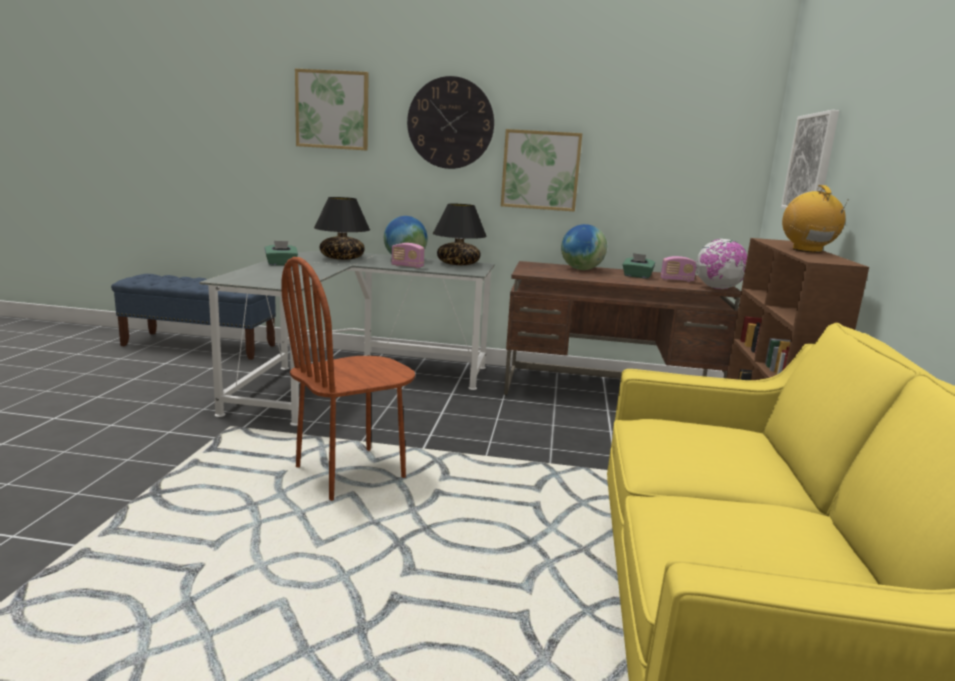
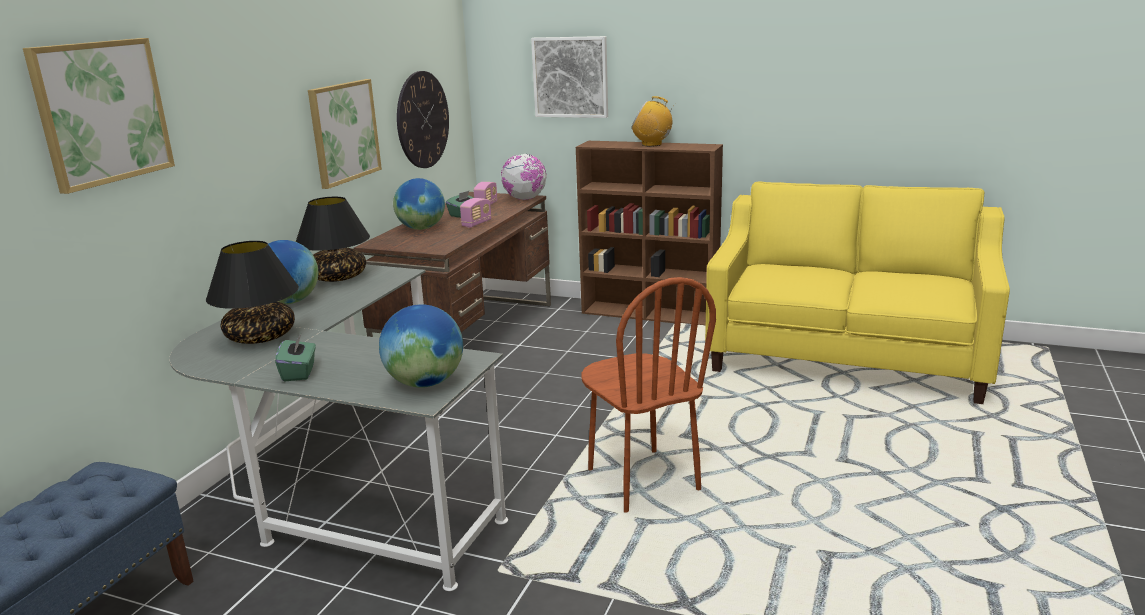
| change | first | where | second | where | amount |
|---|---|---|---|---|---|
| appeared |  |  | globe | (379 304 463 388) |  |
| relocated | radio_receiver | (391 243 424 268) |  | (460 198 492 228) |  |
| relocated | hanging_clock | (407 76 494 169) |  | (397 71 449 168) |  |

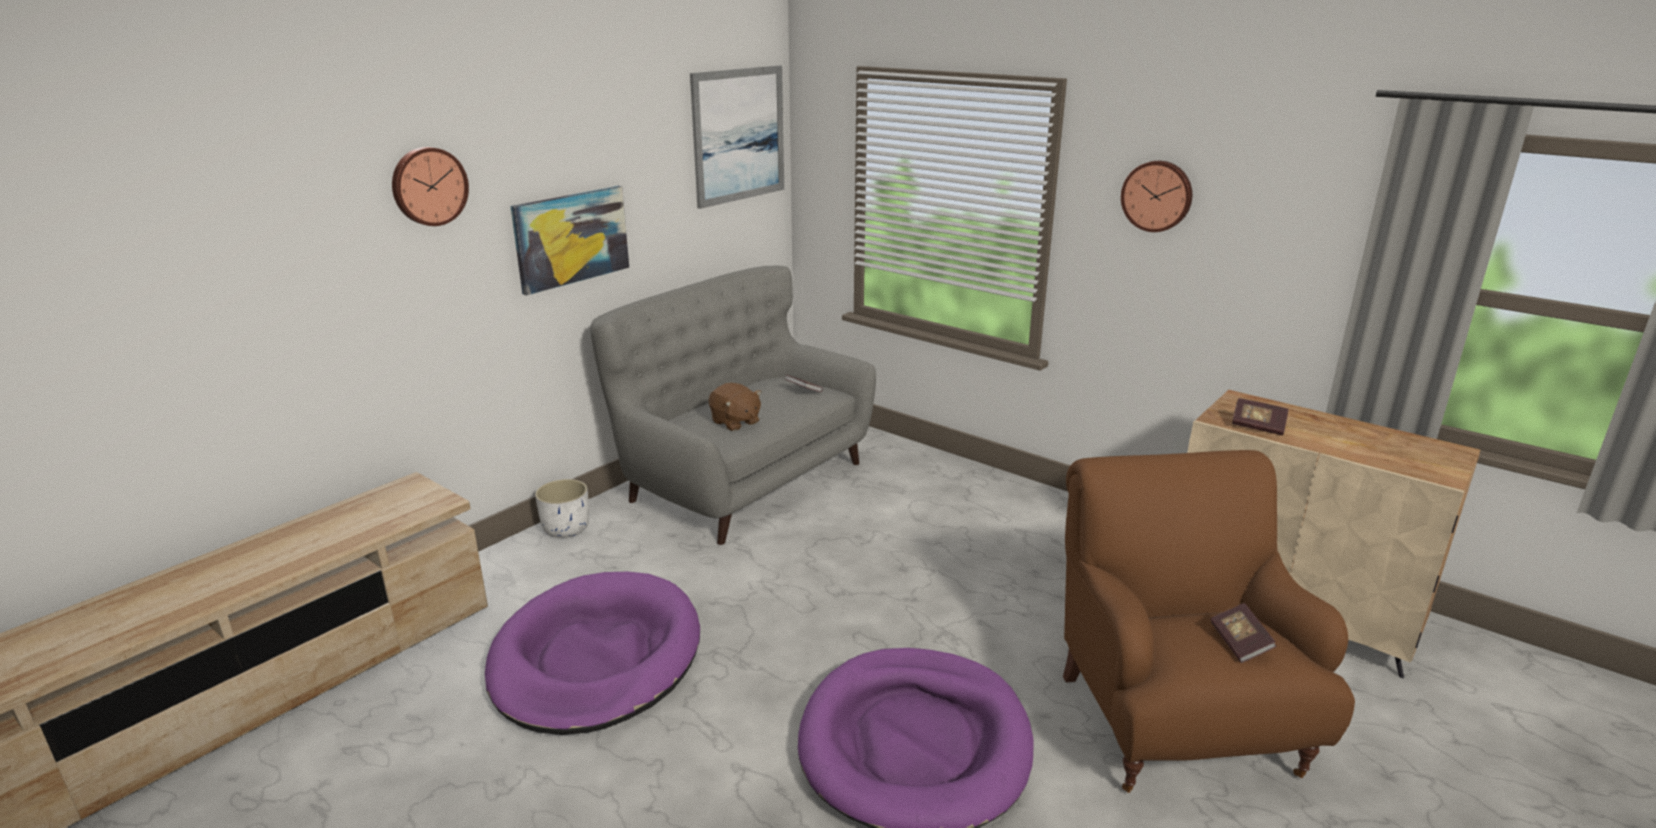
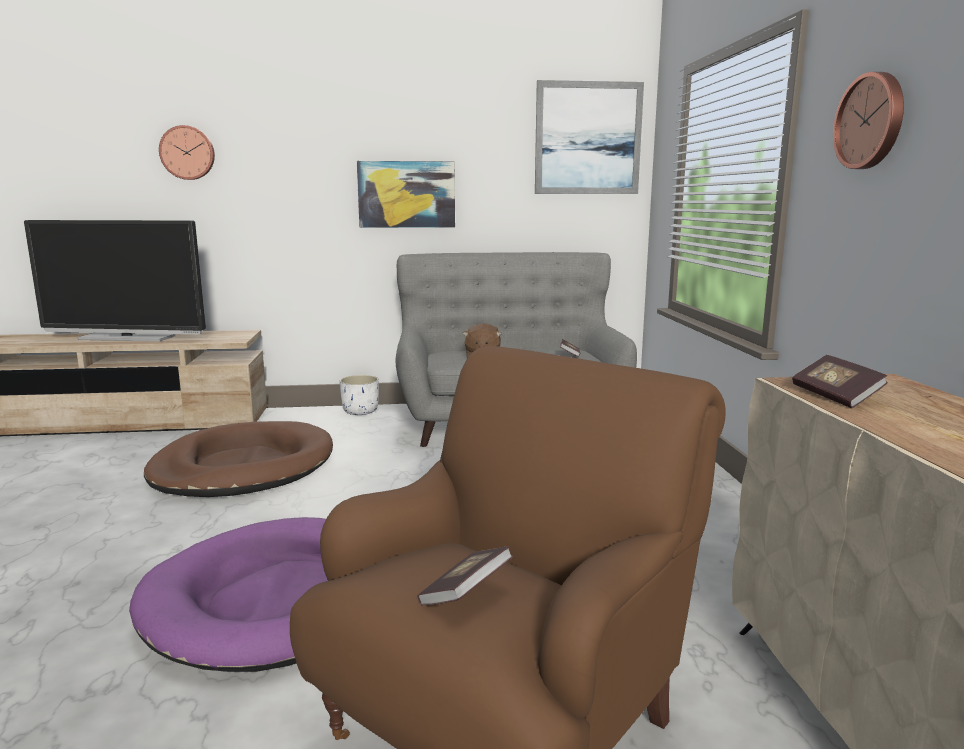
| change | first | where | second | where | amount |
|---|---|---|---|---|---|
| appeared |  |  | television | (24 220 206 342) |  |
| relocated | hanging_clock | (392 147 469 226) |  | (159 125 215 180) |  |
| colour | purple_pet_bed | (485 572 700 735) | brown-coloured_pet_bed | (144 421 333 497) |  |

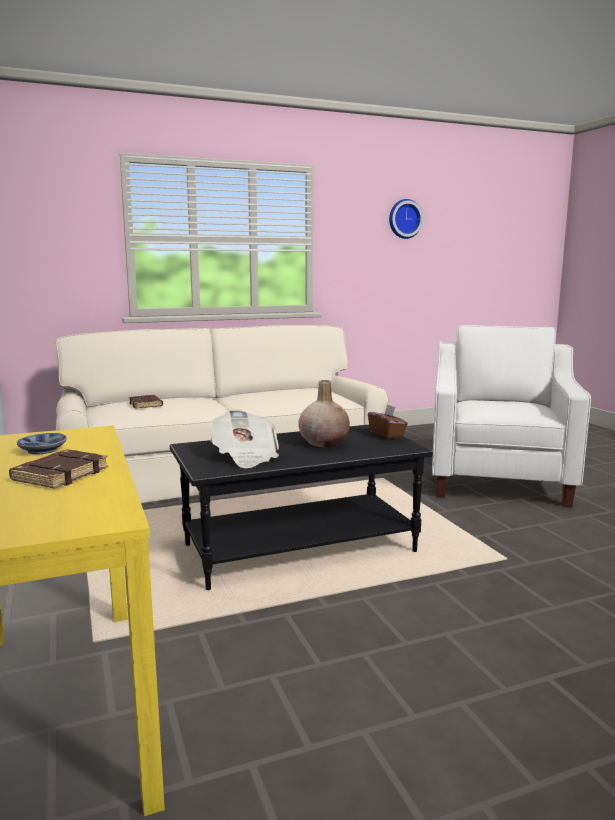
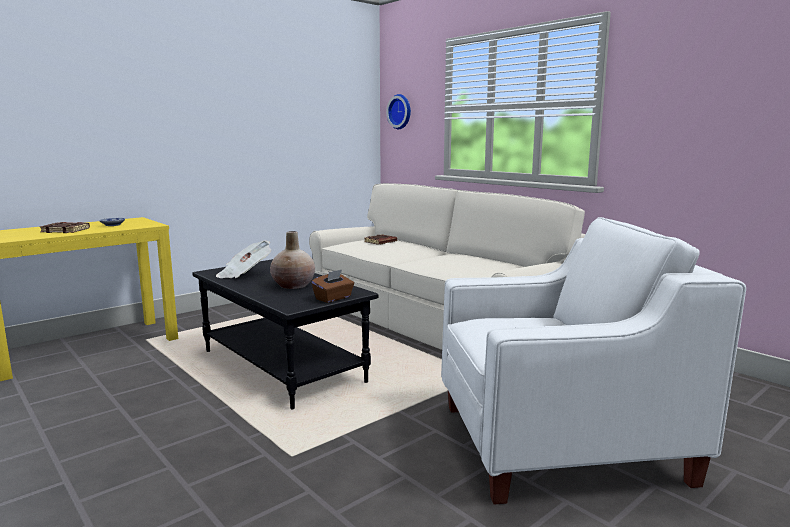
| change | first | where | second | where | amount |
|---|---|---|---|---|---|
| relocated | hanging_clock | (389 199 423 239) |  | (386 94 411 129) |  |

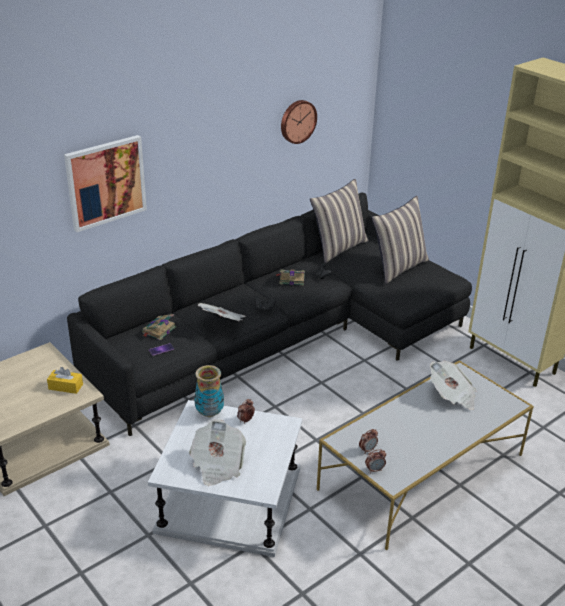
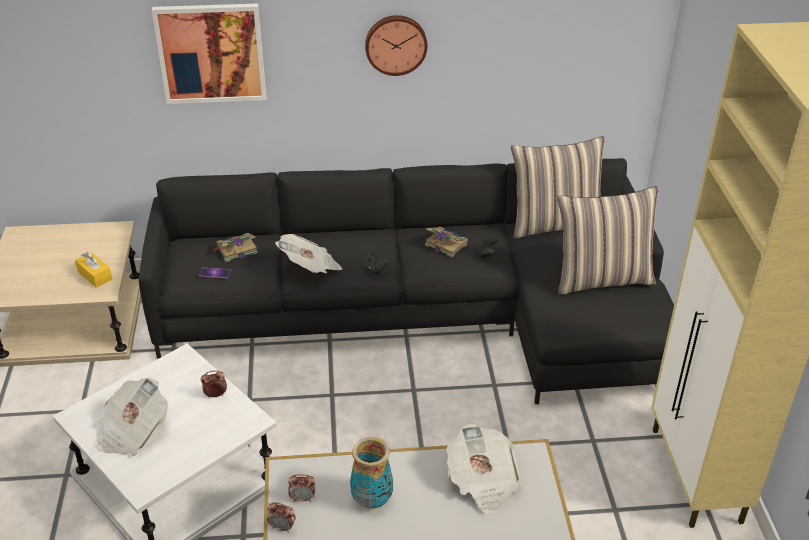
| change | first | where | second | where | amount |
|---|---|---|---|---|---|
| relocated | vase | (194 365 224 417) |  | (350 437 393 509) |  |
| relocated | hanging_clock | (281 100 317 144) |  | (365 15 427 76) |  |

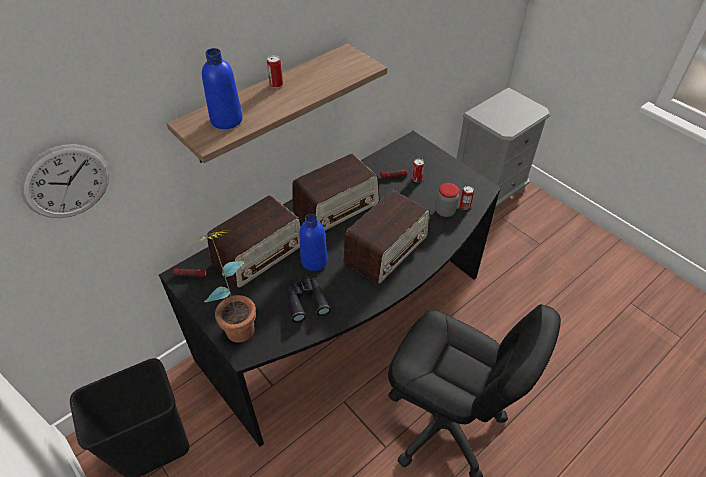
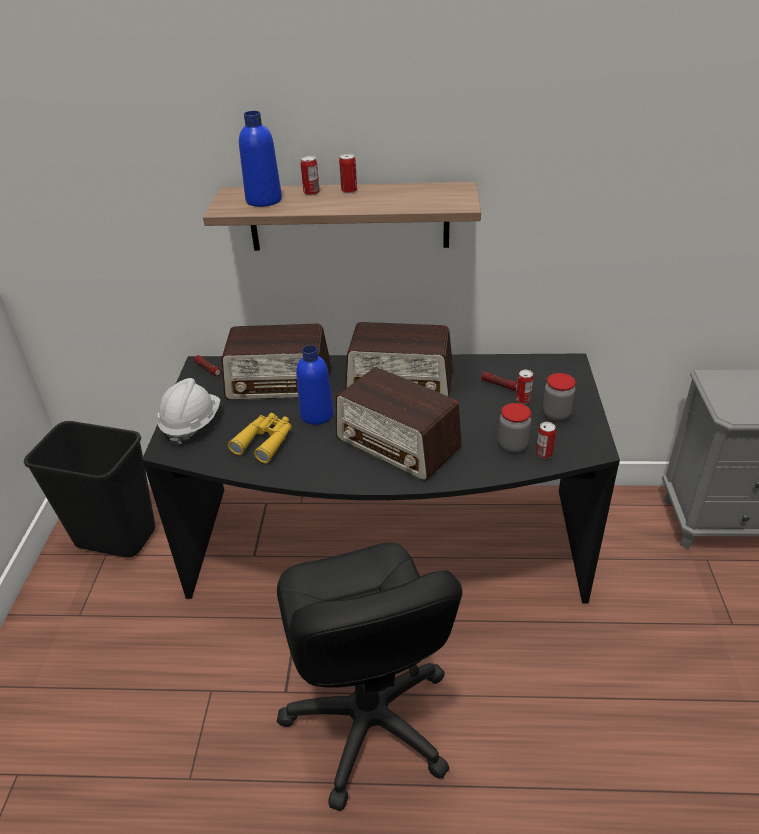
| change | first | where | second | where | amount |
|---|---|---|---|---|---|
| missing | hanging_clock | (20 144 110 218) |  |  |  |
| appeared |  |  | metal_can | (301 156 320 195) |  |
| appeared |  |  | storage_jar | (543 373 576 421) |  |
| exchanged | houseplant | (193 230 256 343) | white-coloured_hard_hat | (158 378 220 445) |  |
| colour | black_binoculars | (286 275 331 323) | yellow_binoculars | (228 413 292 463) |  |
| spun | radio_receiver | (343 190 430 285) |  | (336 367 462 481) | 45 degrees clockwise |

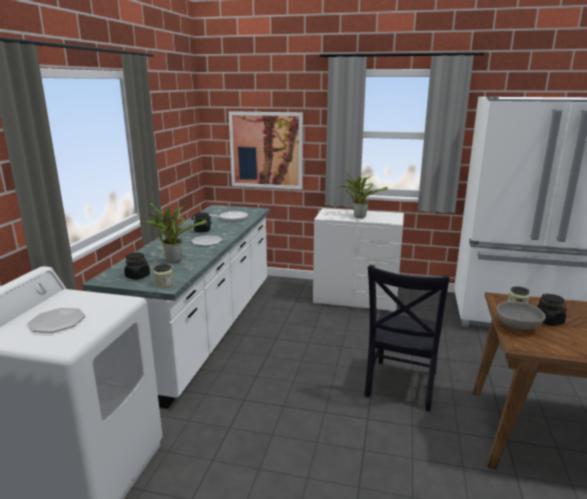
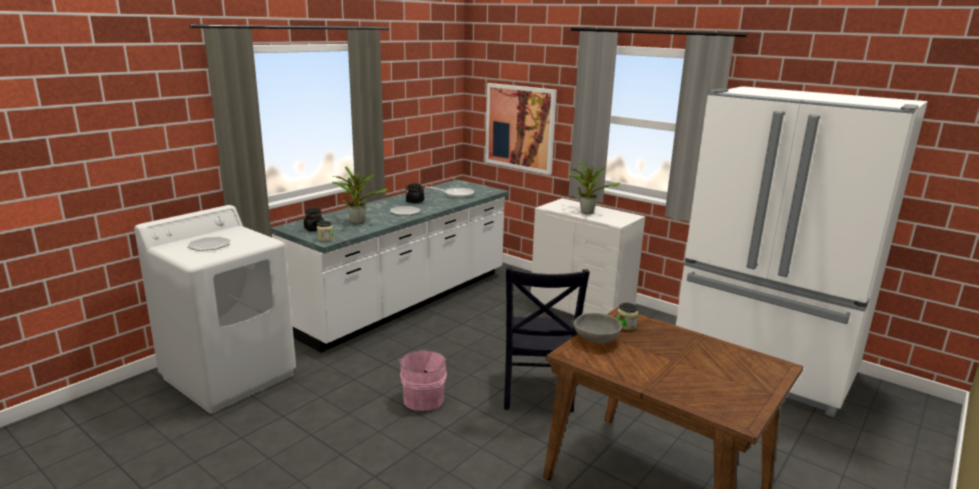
| change | first | where | second | where | amount |
|---|---|---|---|---|---|
| missing | black_storage_jar | (537 294 567 326) |  |  |  |
| appeared |  |  | pink-coloured_bucket | (398 350 449 411) |  |
| spun | black_upright_chair | (364 265 450 411) |  | (504 267 590 412) | 45 degrees counterclockwise |

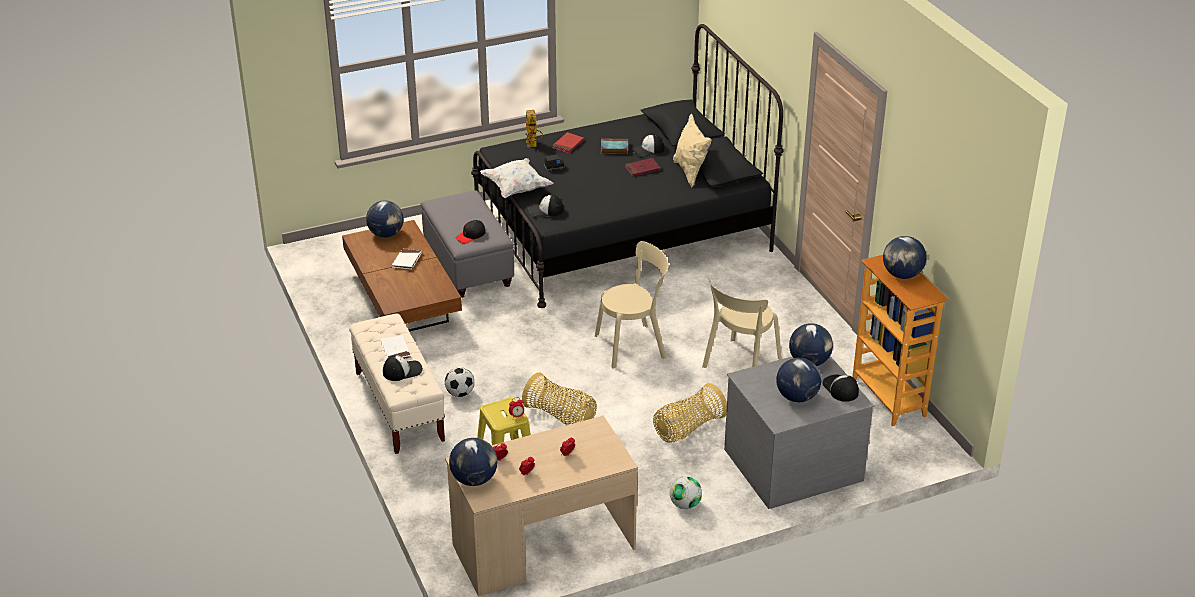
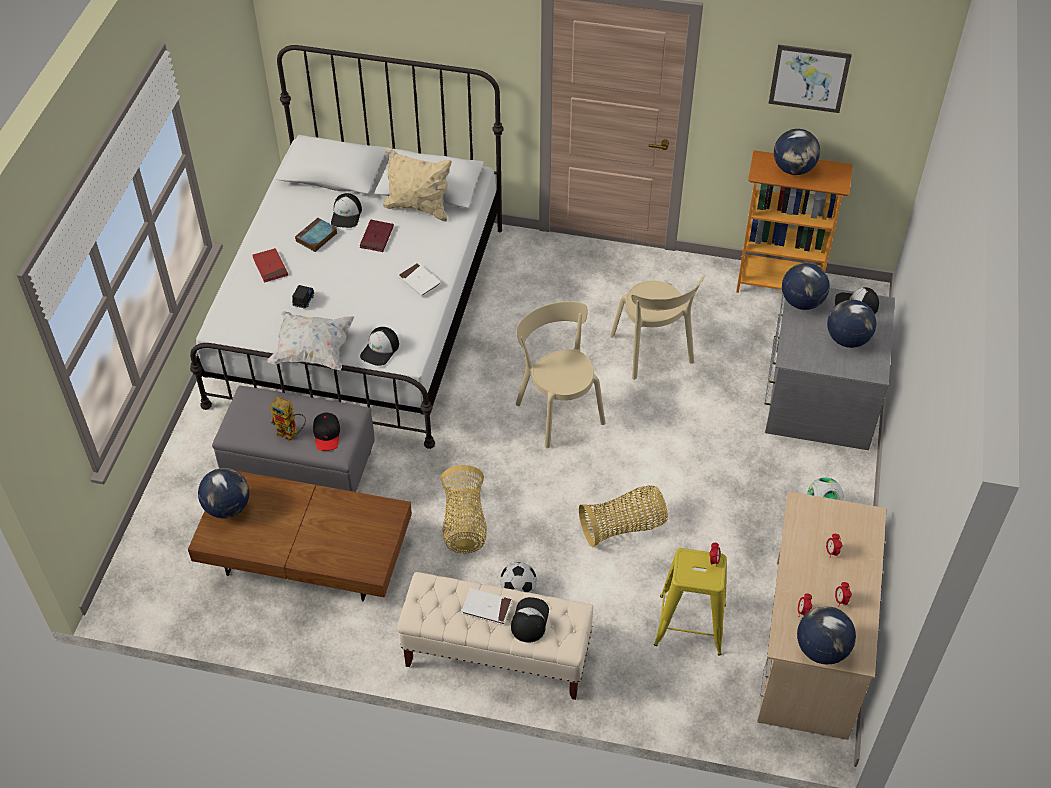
| change | first | where | second | where | amount |
|---|---|---|---|---|---|
| appeared |  |  | wall_picture | (769 44 852 113) |  |
| relocated | white-coloured_bound_book | (392 249 422 270) |  | (398 263 441 297) |  |
| relocated | robot_figure | (525 110 543 147) |  | (270 396 306 441) |  |
| relocated | storage_basket | (653 383 727 443) |  | (440 465 487 553) |  |
| colour | black_bed | (471 24 783 308) | white-coloured_bed | (190 45 504 449) |  |
| spun | sand-coloured_upright_chair | (595 241 669 369) |  | (516 301 605 448) | 45 degrees counterclockwise |

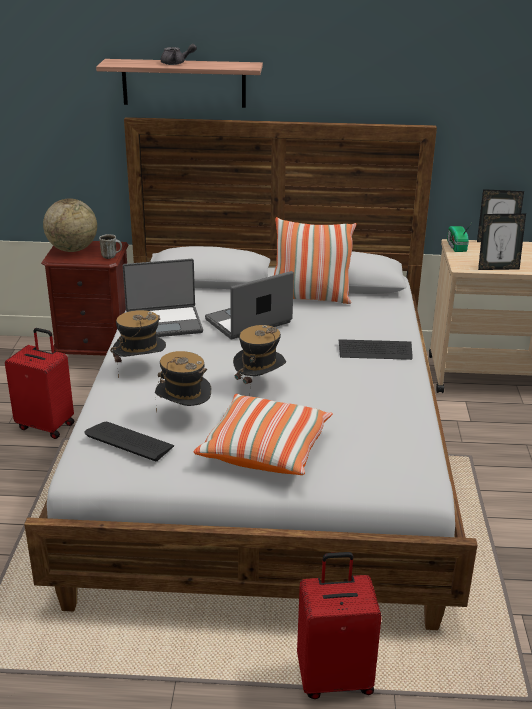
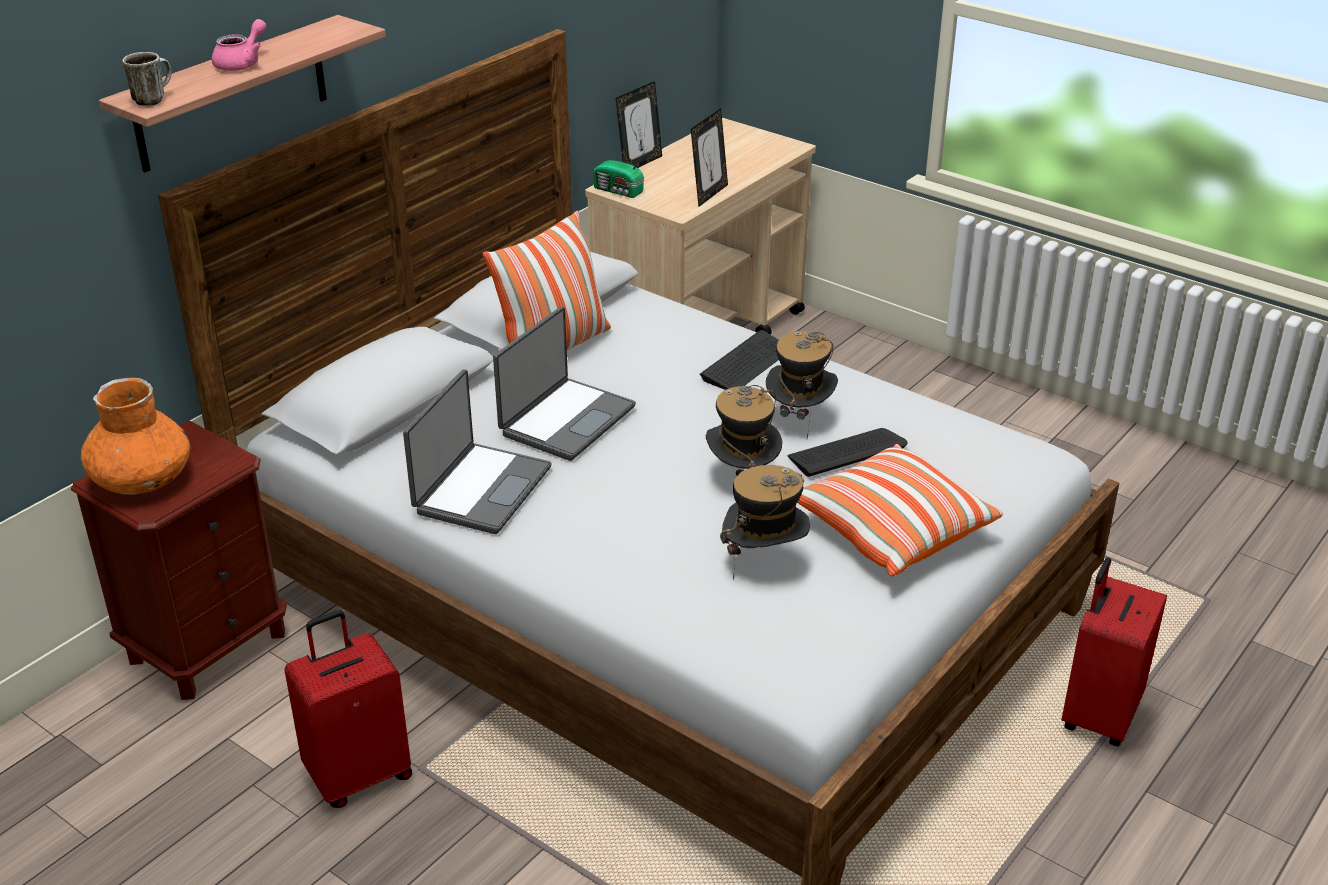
| change | first | where | second | where | amount |
|---|---|---|---|---|---|
| relocated | computer_keyboard | (84 422 174 461) |  | (787 428 908 477) |  |
| relocated | mug | (99 234 122 259) |  | (122 52 172 106) |  |
| relocated | clothing_hat | (110 310 166 378) |  | (766 331 838 439) |  |
| exchanged | globe | (43 198 97 252) | orange_vase | (81 378 191 495) |  |
| colour | grey_pot_for_tea | (161 44 197 65) | pink-coloured_pot_for_tea | (212 19 266 71) |  |
| spun | portable_computer | (205 271 294 339) |  | (493 307 636 461) | 150 degrees counterclockwise |

